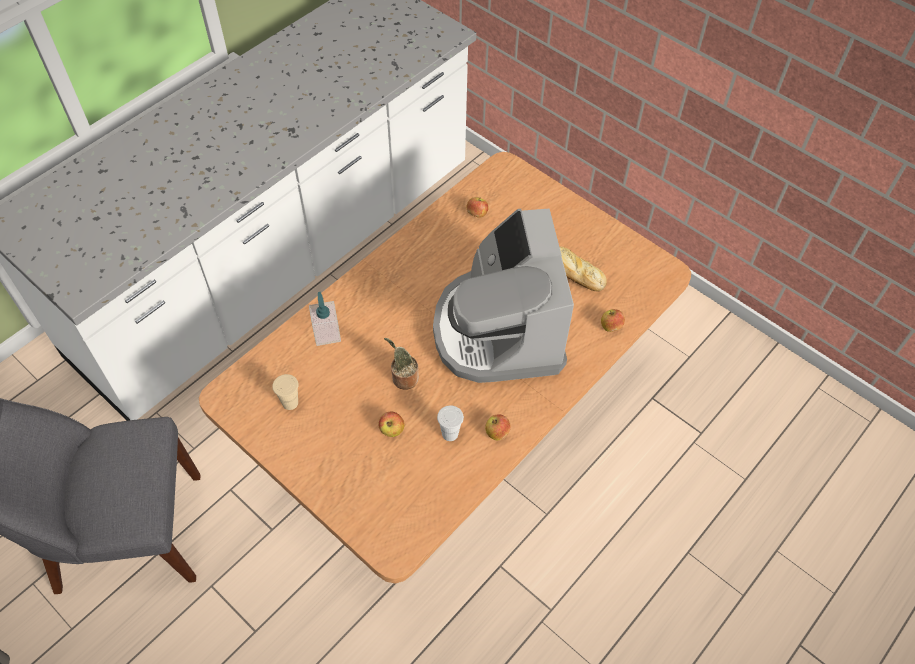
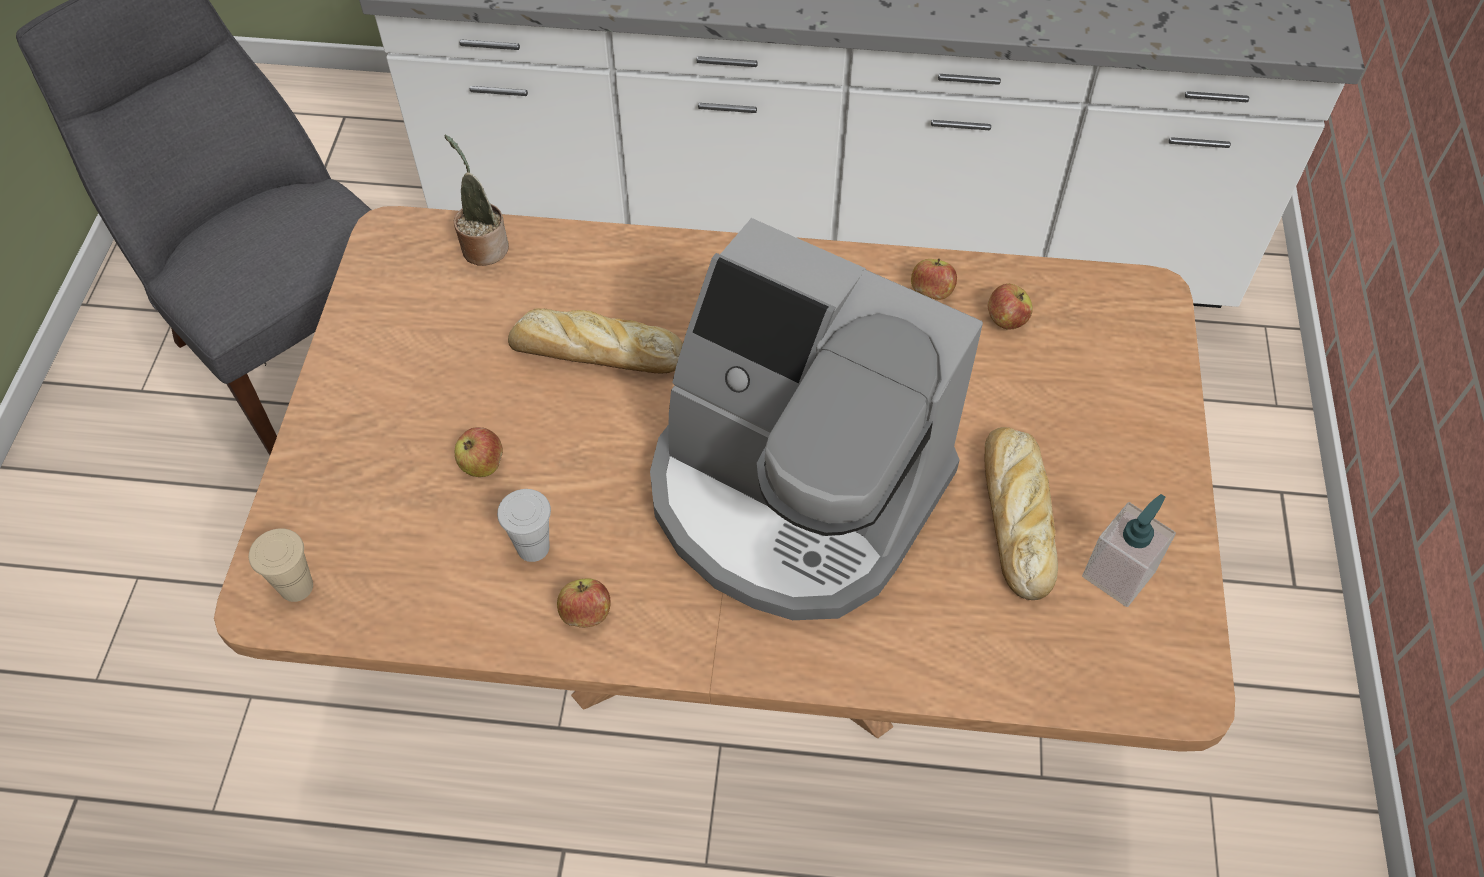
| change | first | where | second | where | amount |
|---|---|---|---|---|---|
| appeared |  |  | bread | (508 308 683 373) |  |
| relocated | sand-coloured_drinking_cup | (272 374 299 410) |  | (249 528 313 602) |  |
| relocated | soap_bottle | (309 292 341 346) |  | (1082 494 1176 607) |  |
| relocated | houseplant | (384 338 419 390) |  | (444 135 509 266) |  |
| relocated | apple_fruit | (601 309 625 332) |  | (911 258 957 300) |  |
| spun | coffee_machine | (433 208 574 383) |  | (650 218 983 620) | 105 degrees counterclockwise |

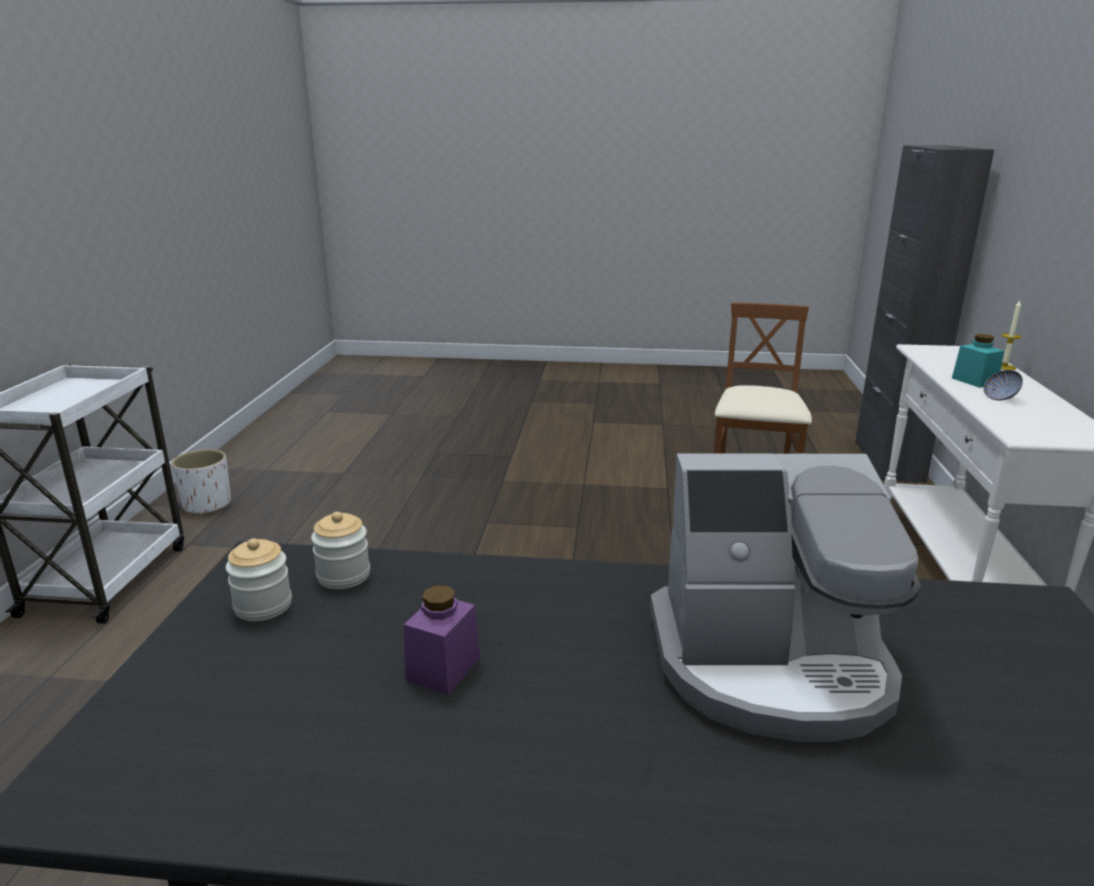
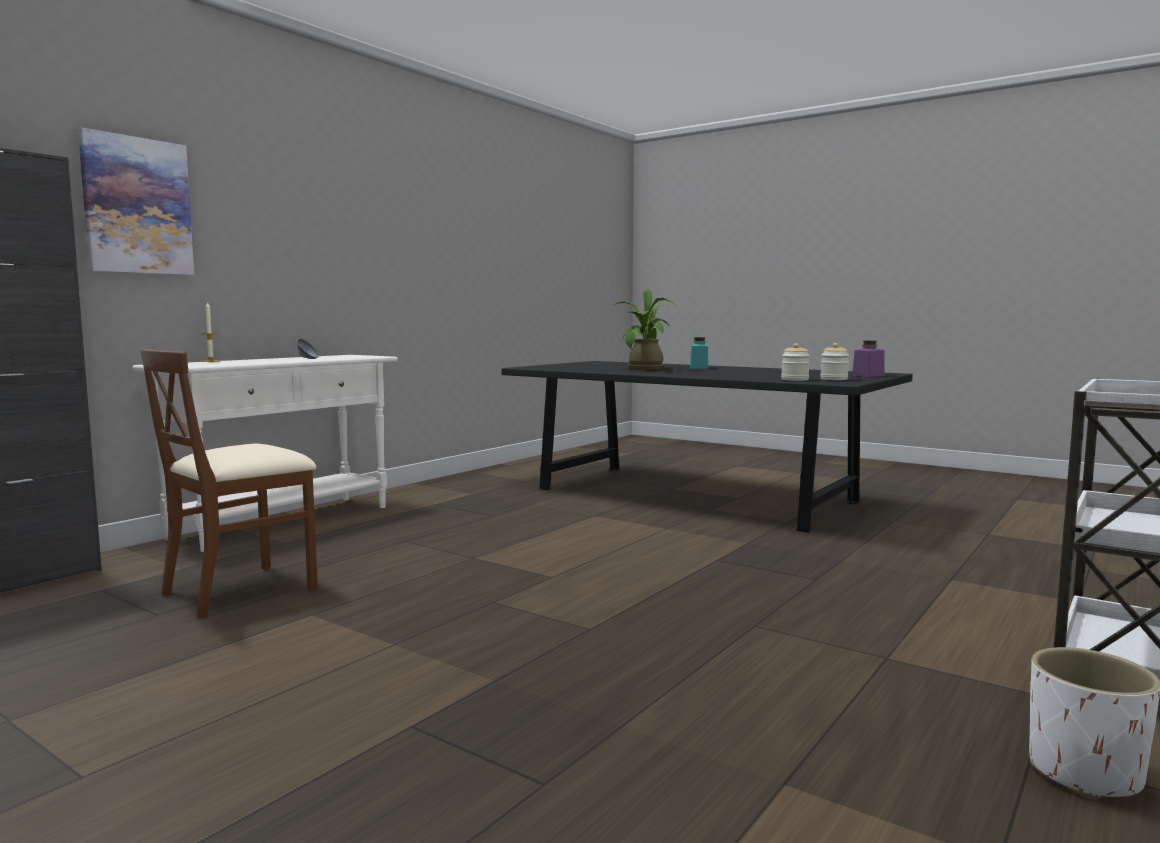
| change | first | where | second | where | amount |
|---|---|---|---|---|---|
| appeared |  |  | wall_picture | (78 128 194 275) |  |
| relocated | purple_storage_jar | (404 585 480 695) |  | (852 341 884 377) |  |
| relocated | turquoise_storage_jar | (952 334 1004 388) |  | (690 337 708 369) |  |
| exchanged | coffee_machine | (650 454 921 742) | houseplant | (613 289 678 370) |  |

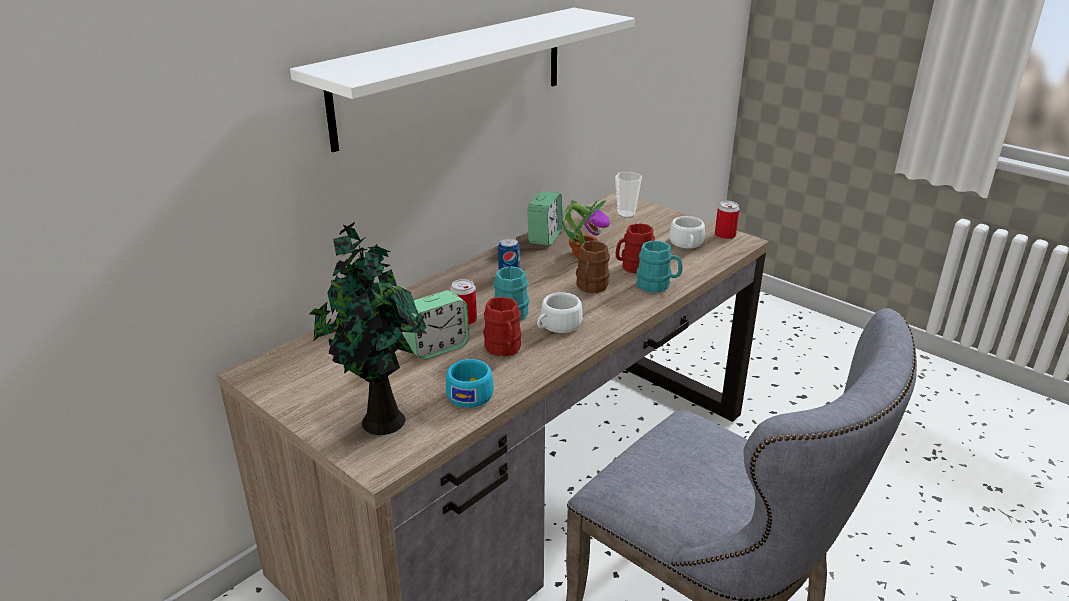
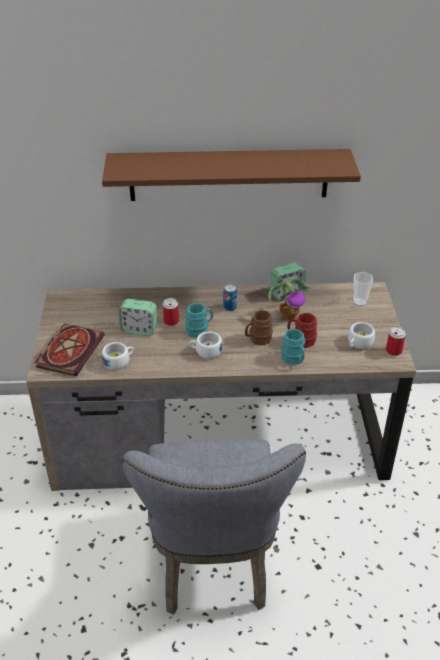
| change | first | where | second | where | amount |
|---|---|---|---|---|---|
| missing | red_mug | (483 297 522 356) |  |  |  |
| exchanged | houseplant | (309 222 427 435) | bound_book | (35 323 105 376) |  |
| colour | white-coloured_shelf | (290 8 635 152) | brown-coloured_shelf | (102 149 361 201) |  |
| colour | turquoise_drinking_cup | (446 359 494 408) | white-coloured_drinking_cup | (102 342 134 370) |  |

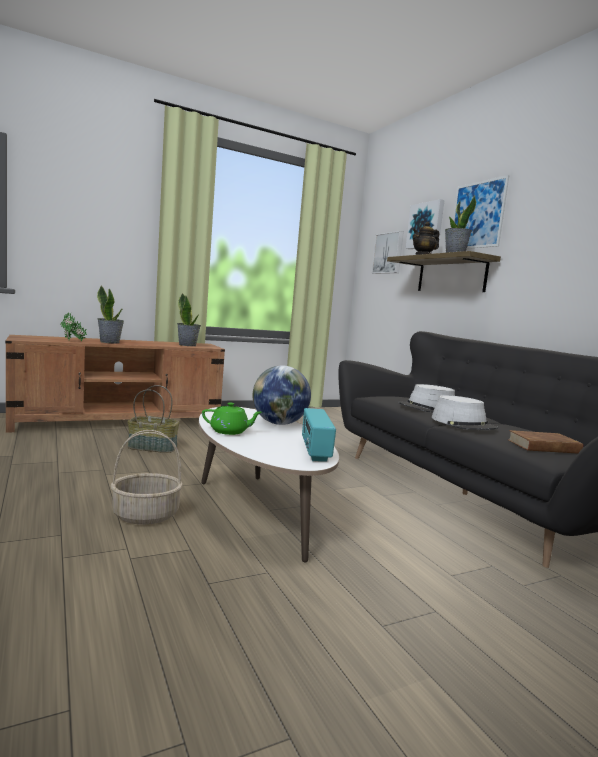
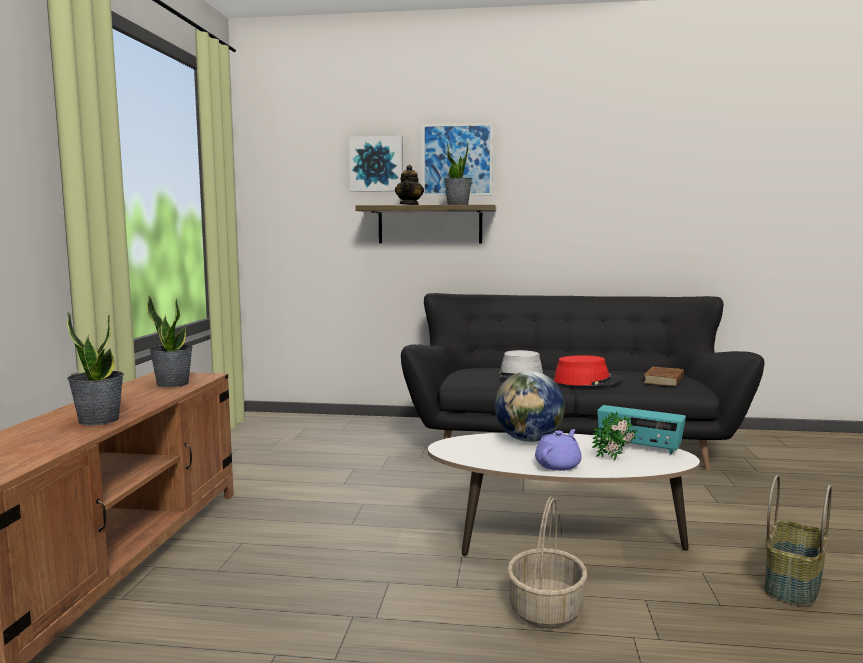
| change | first | where | second | where | amount |
|---|---|---|---|---|---|
| missing | wall_picture | (371 231 404 274) |  |  |  |
| relocated | houseplant | (60 312 87 341) |  | (592 411 637 460) |  |
| relocated | storage_basket | (127 385 180 453) |  | (765 475 832 607) |  |
| colour | green_pot_for_tea | (202 402 262 435) | purple_pot_for_tea | (535 429 581 471) |  |
| colour | grey_clothing_hat | (432 395 498 430) | red_clothing_hat | (554 355 623 386) |  |

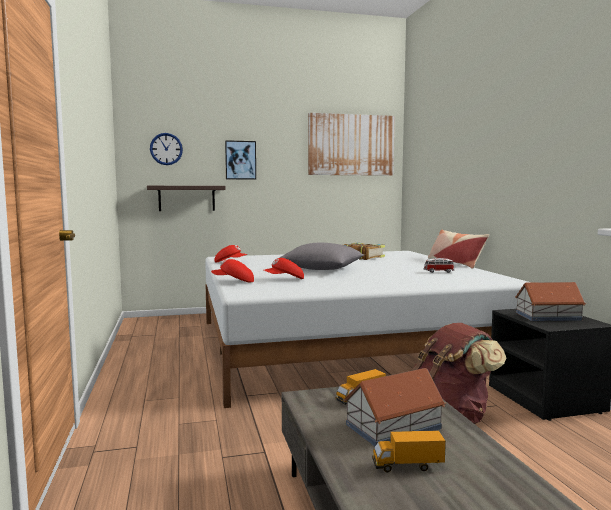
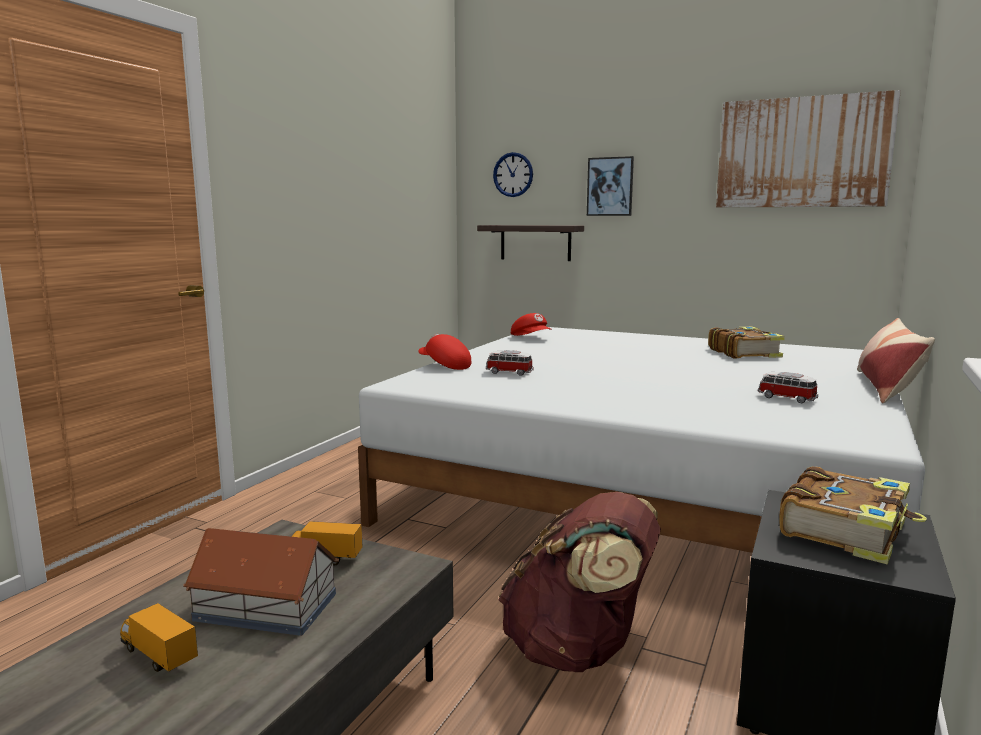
| change | first | where | second | where | amount |
|---|---|---|---|---|---|
| missing | grey_cushion | (279 242 364 270) |  |  |  |
| exchanged | red_cap | (264 258 304 279) | model_car | (486 350 534 376) |  |
| exchanged | miniature_house | (515 282 586 321) | bound_book | (779 466 927 564) |  |

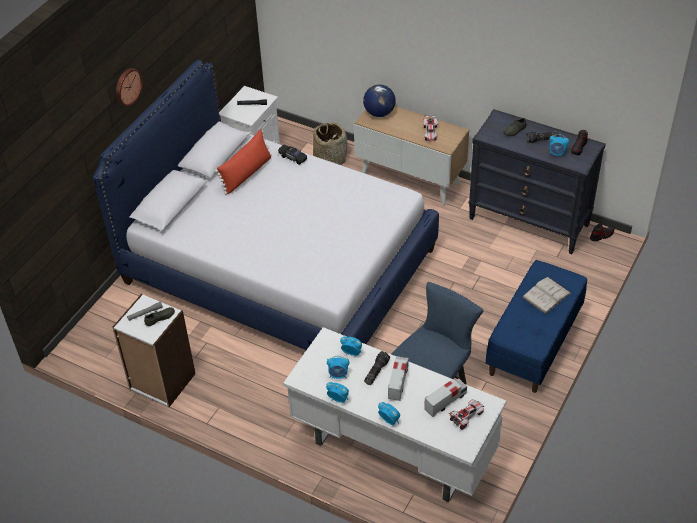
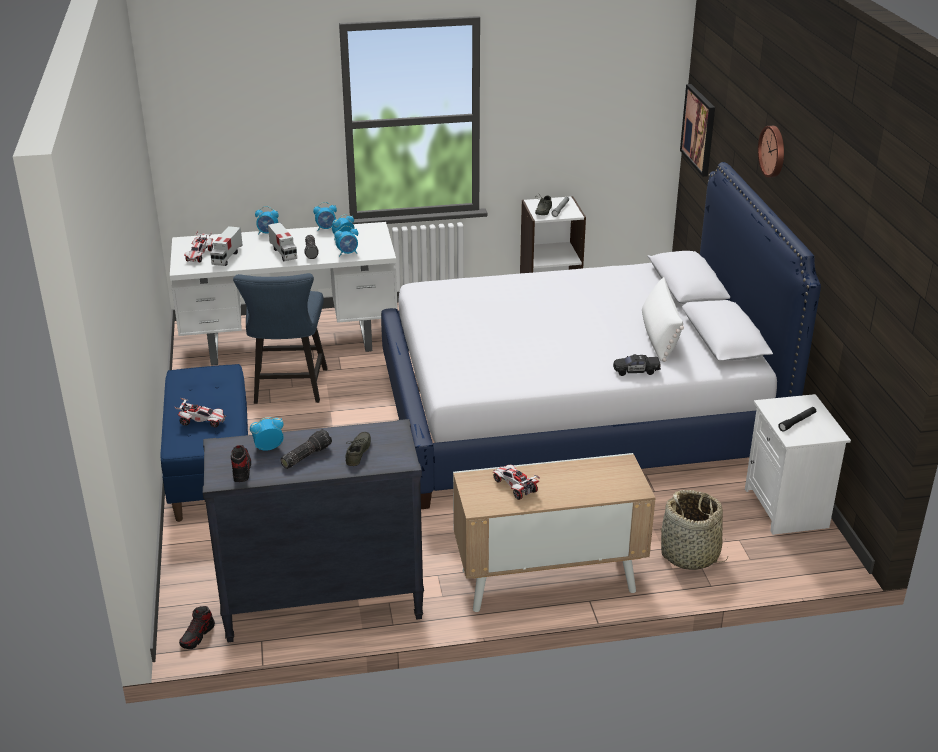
| change | first | where | second | where | amount |
|---|---|---|---|---|---|
| missing | globe | (363 84 396 117) |  |  |  |
| appeared |  |  | wall_picture | (680 84 715 177) |  |
| exchanged | white-coloured_bound_book | (522 277 571 314) | model_car | (175 398 226 428) |  |
| colour | red_cushion | (215 129 272 195) | white-coloured_cushion | (642 277 684 362) |  |

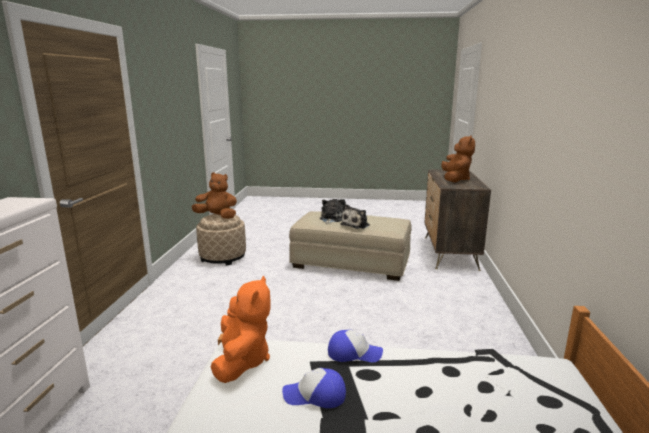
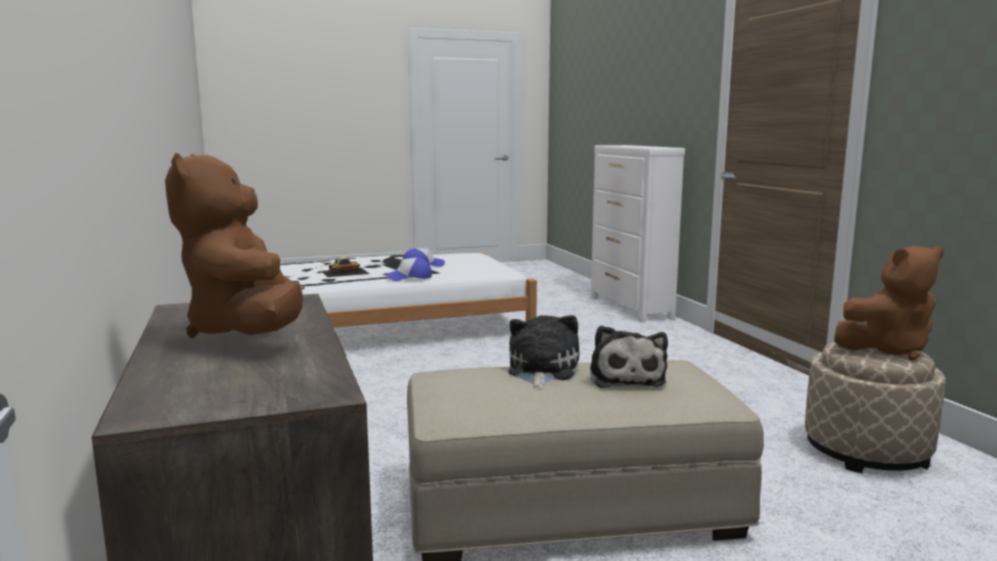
| change | first | where | second | where | amount |
|---|---|---|---|---|---|
| missing | orange_plush_toy | (211 276 270 383) |  |  |  |
| appeared |  |  | model_car | (322 256 369 277) |  |

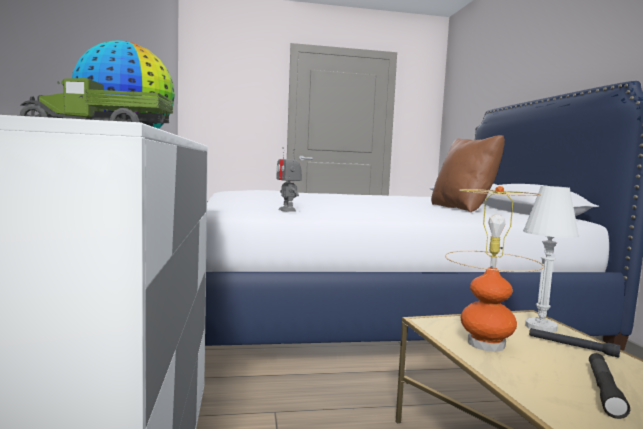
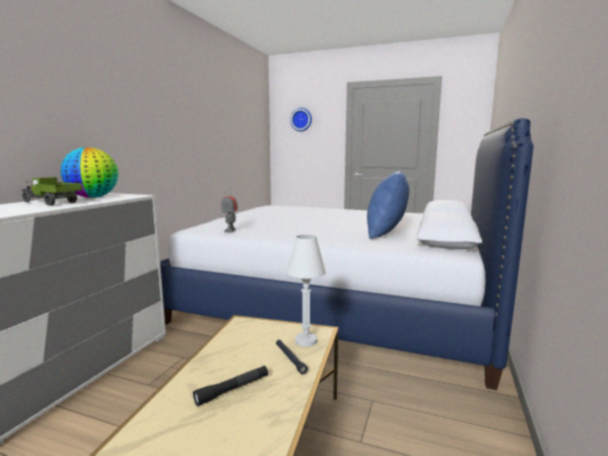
| change | first | where | second | where | amount |
|---|---|---|---|---|---|
| missing | table_lamp | (445 186 544 352) |  |  |  |
| appeared |  |  | hanging_clock | (290 108 312 132) |  |
| colour | brown-coloured_cushion | (431 135 505 212) | bluish_cushion | (367 171 409 239) |  |

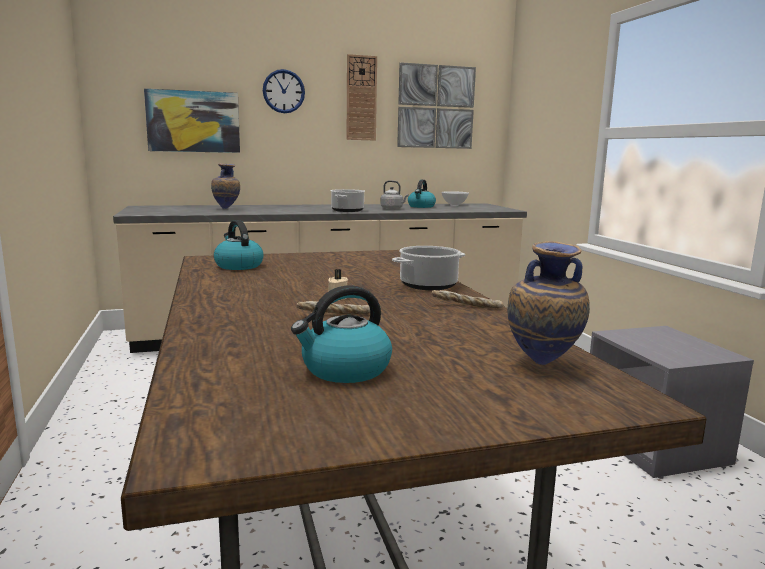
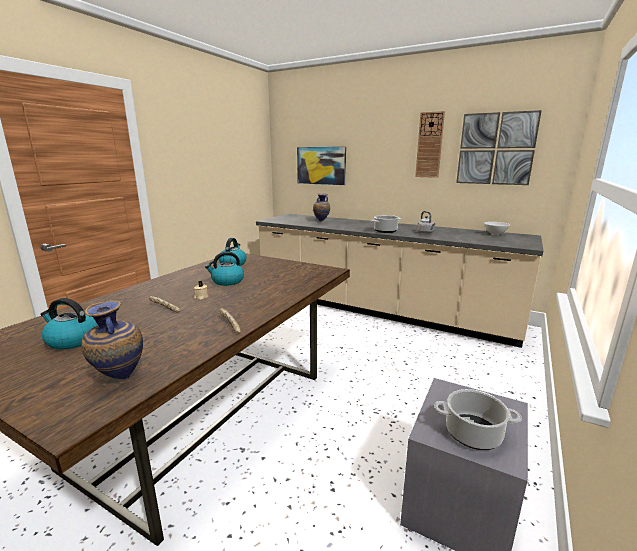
| change | first | where | second | where | amount |
|---|---|---|---|---|---|
| missing | hanging_clock | (263 69 305 113) |  |  |  |
| relocated | cooking_pot | (392 246 465 290) |  | (434 389 522 450) |  |
| relocated | tea_kettle | (408 180 436 208) |  | (205 252 244 286) |  |

